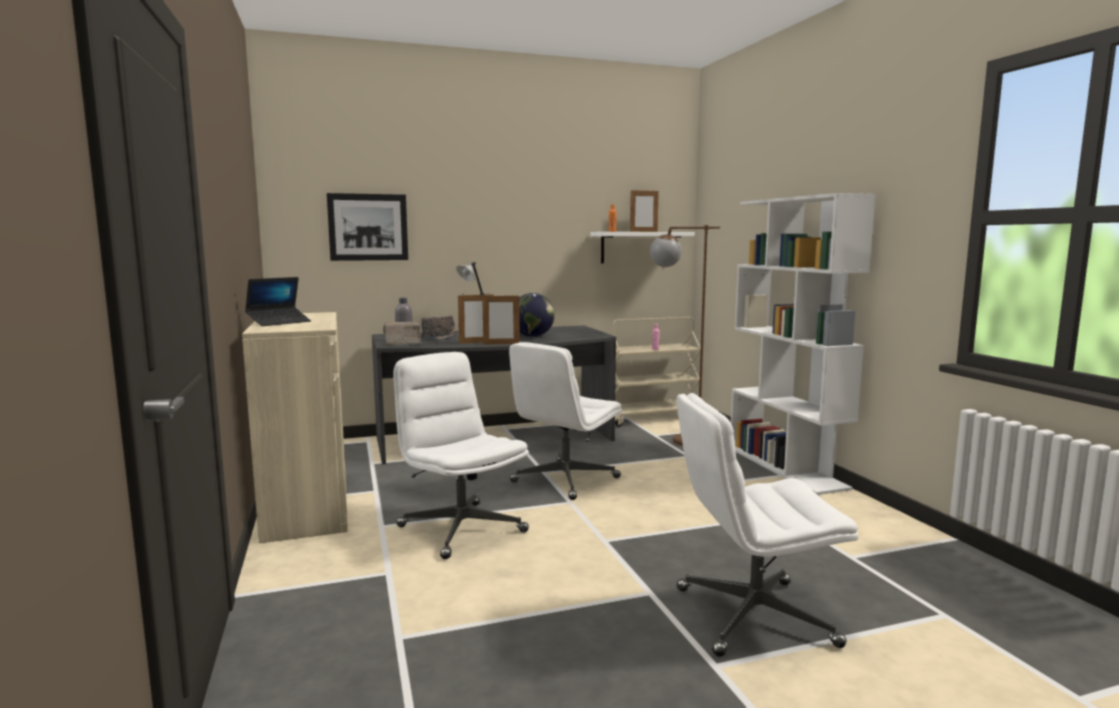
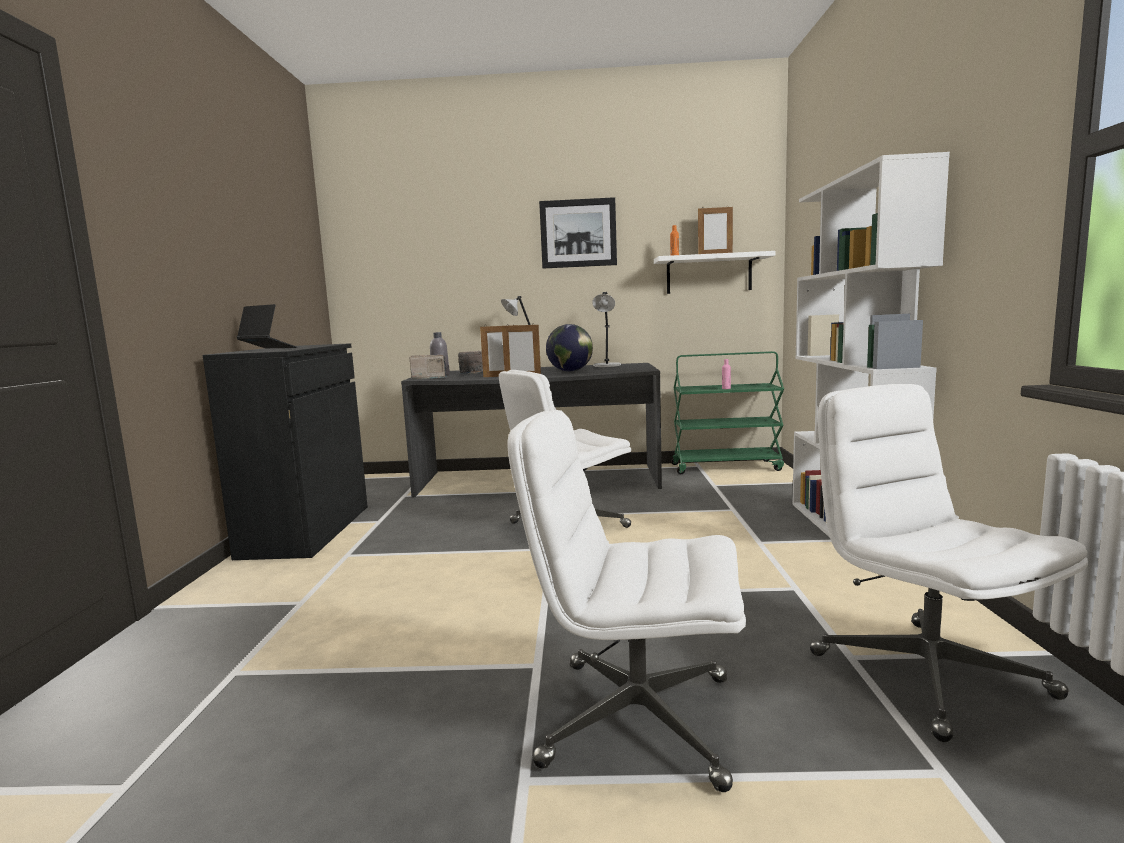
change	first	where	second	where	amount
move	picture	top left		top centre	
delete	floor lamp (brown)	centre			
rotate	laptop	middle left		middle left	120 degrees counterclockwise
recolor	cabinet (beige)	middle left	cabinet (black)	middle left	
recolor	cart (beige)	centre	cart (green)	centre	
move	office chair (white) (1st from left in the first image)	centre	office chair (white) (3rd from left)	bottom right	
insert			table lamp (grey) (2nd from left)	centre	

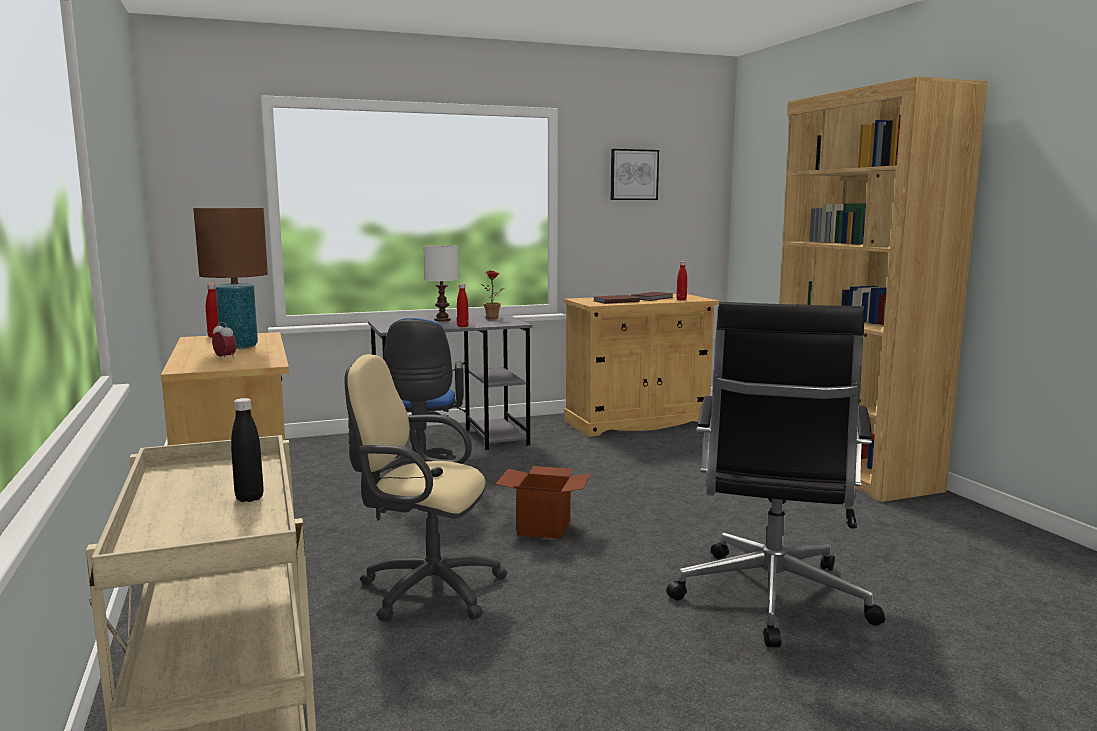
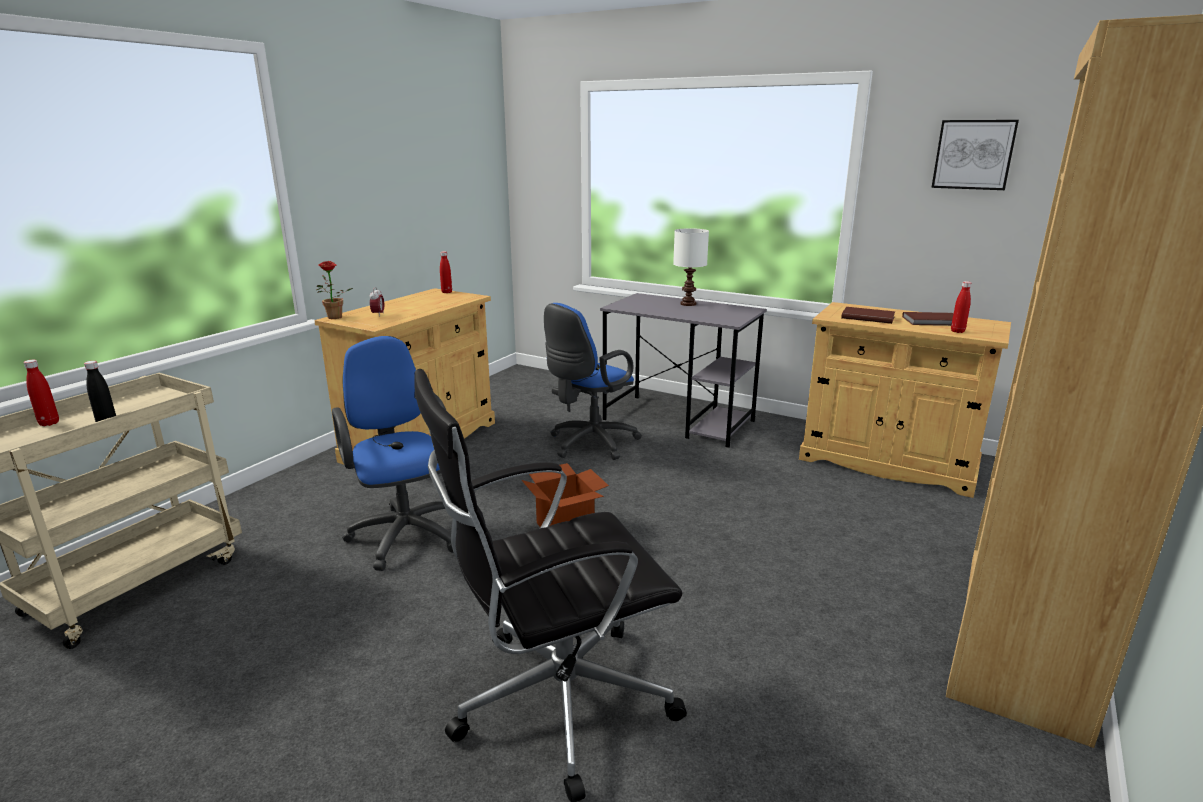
change	first	where	second	where	amount
delete	table lamp (brown)	middle left			
move	potted plant	centre		middle left	
move	bottle (red) (2nd from left in the first image)	centre	bottle (red) (1st from left)	middle left	
recolor	office chair (beige)	bottom centre	office chair (blue) (1st from left)	middle left	

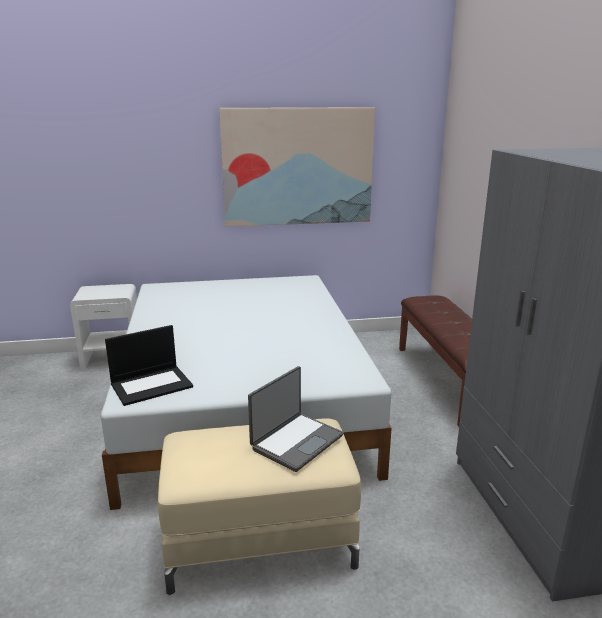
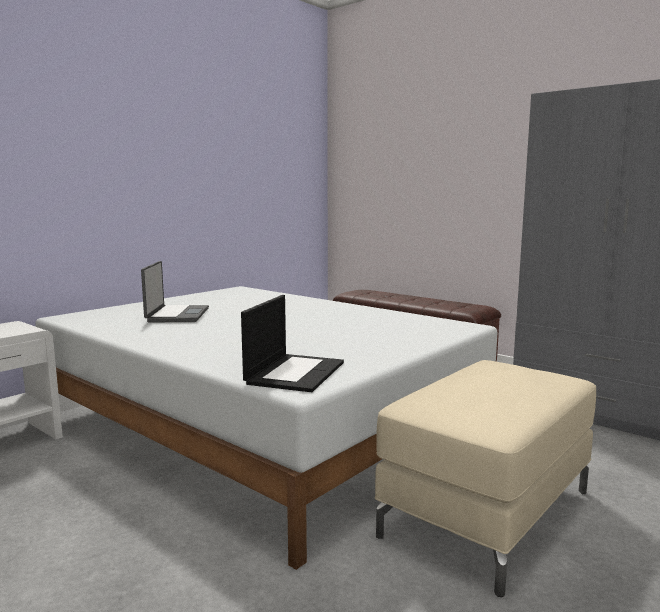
change	first	where	second	where	amount
delete	picture	top centre			
move	laptop (2nd from left in the first image)	bottom centre	laptop (1st from left)	middle left	

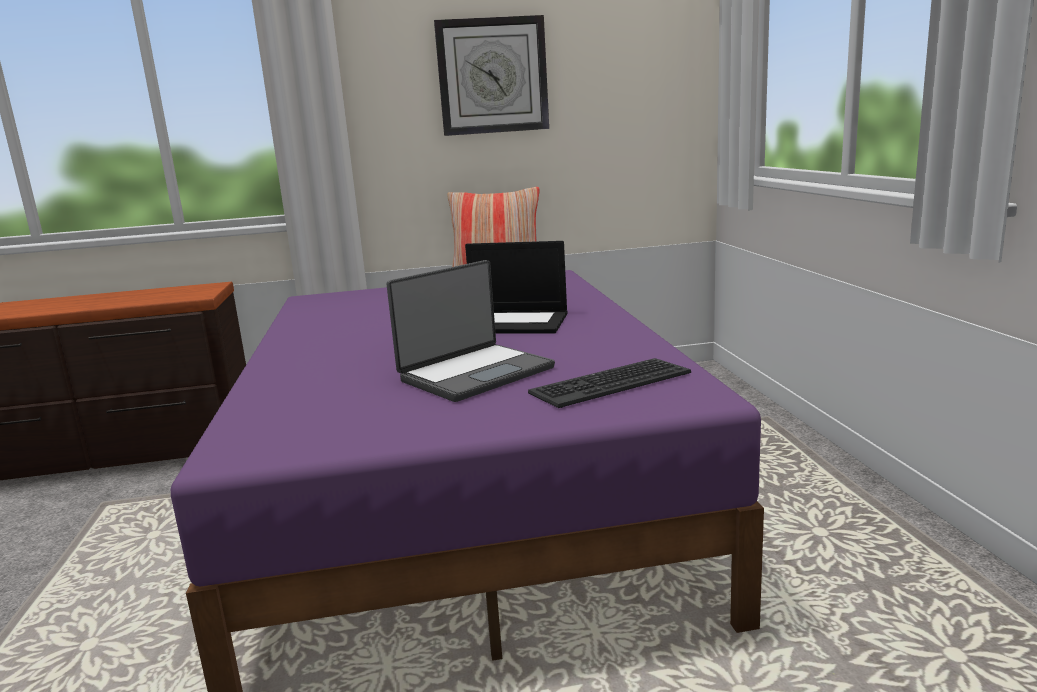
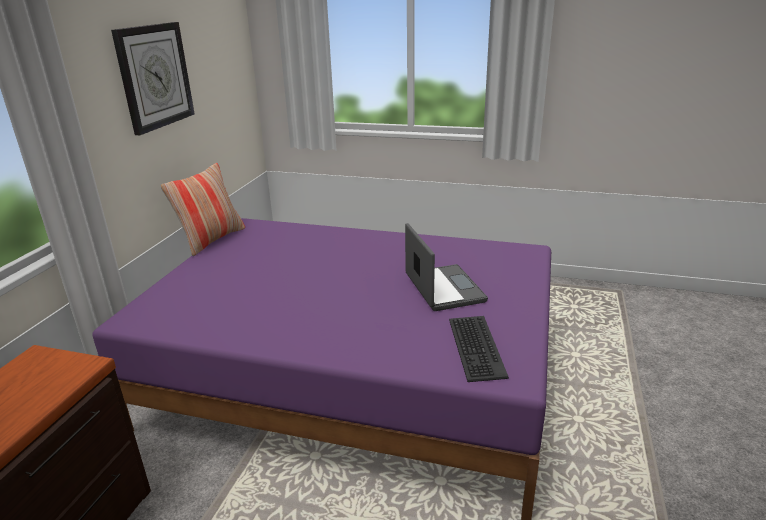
change	first	where	second	where	amount
delete	laptop (2nd from left)	centre			
move	keyboard	centre		bottom centre	

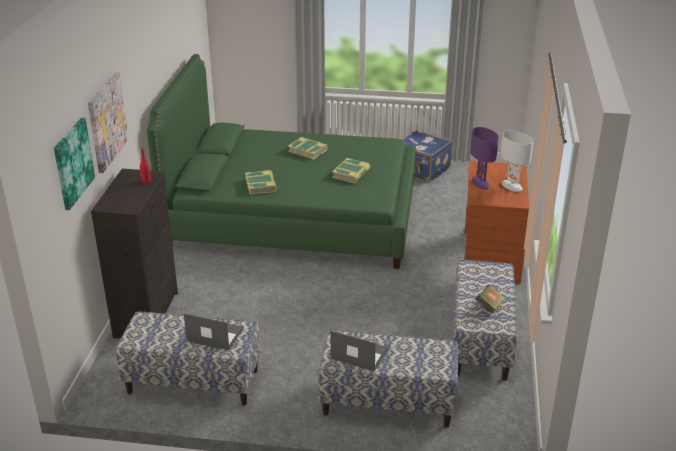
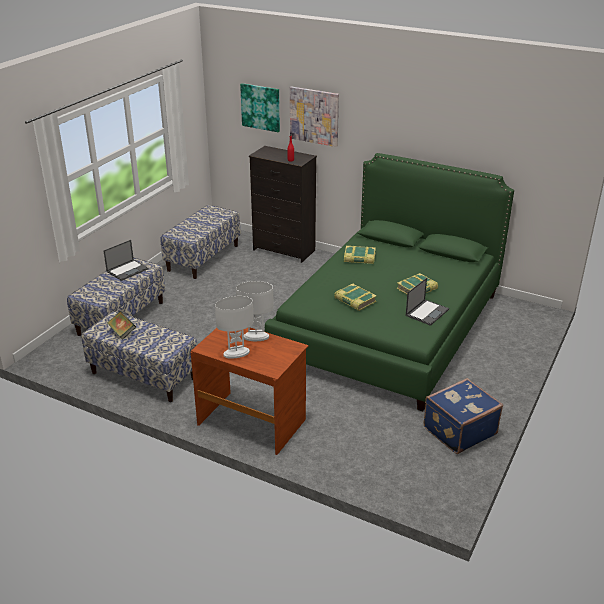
change	first	where	second	where	amount
recolor	table lamp (purple)	middle right	table lamp (white) (2nd from left)	centre	
move	laptop (1st from left in the first image)	bottom left	laptop (2nd from left)	middle right	

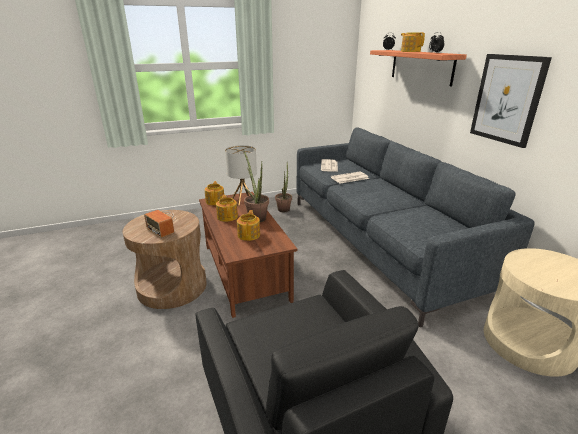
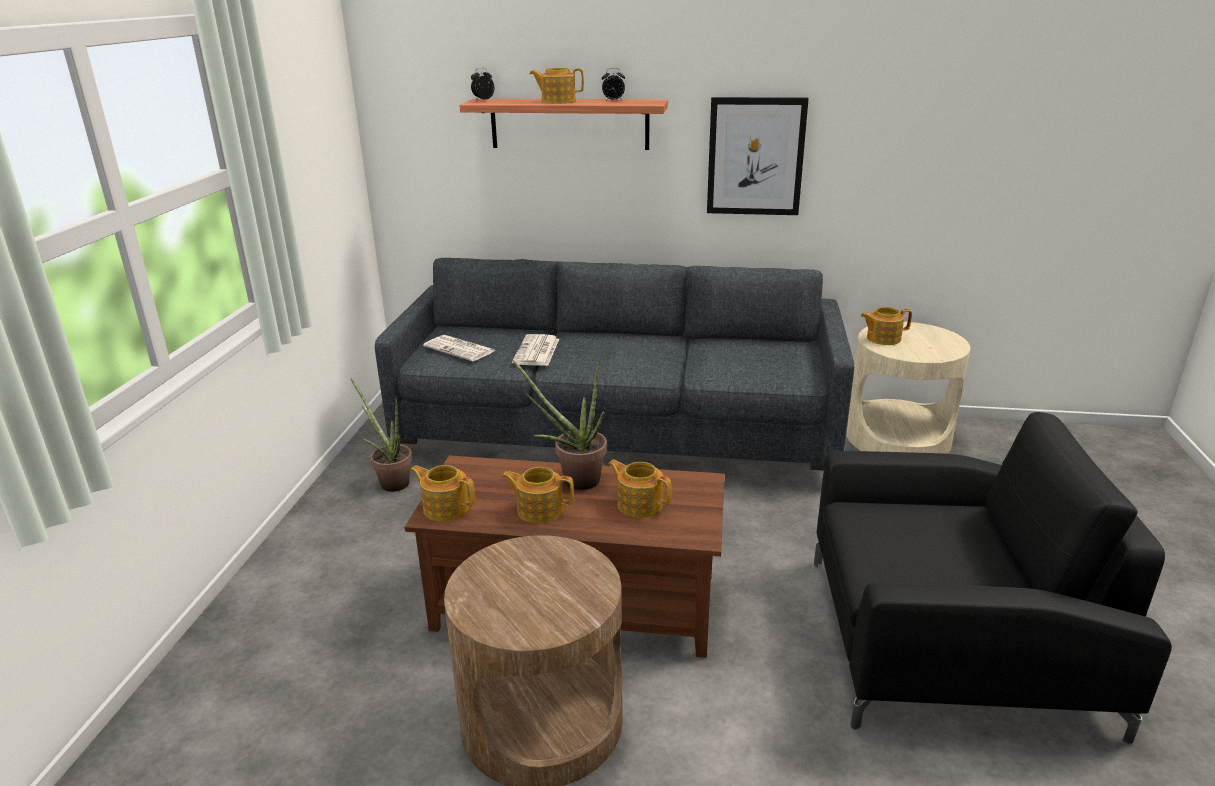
change	first	where	second	where	amount
delete	table lamp	centre			
delete	radio	middle left			
insert			teapot (5th from left)	middle right	

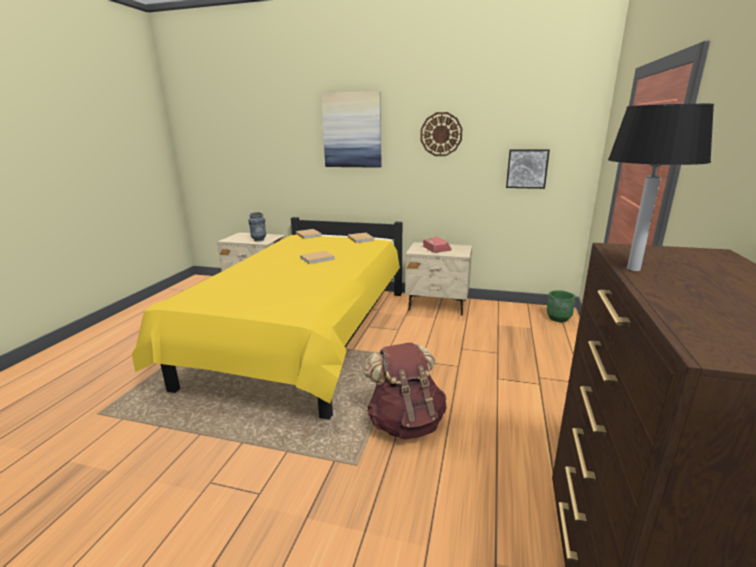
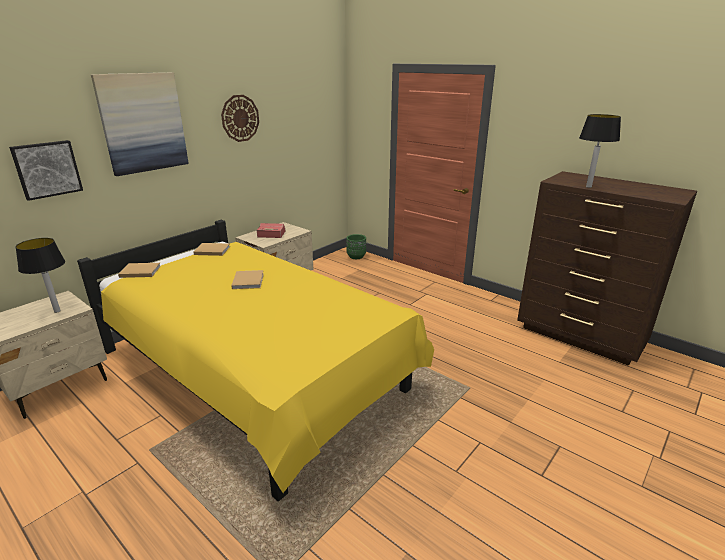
change	first	where	second	where	amount
move	picture (2nd from left in the first image)	top right	picture (1st from left)	top left	
replace	vase	centre	table lamp (1st from left)	middle left	
delete	backpack (brown)	bottom centre			

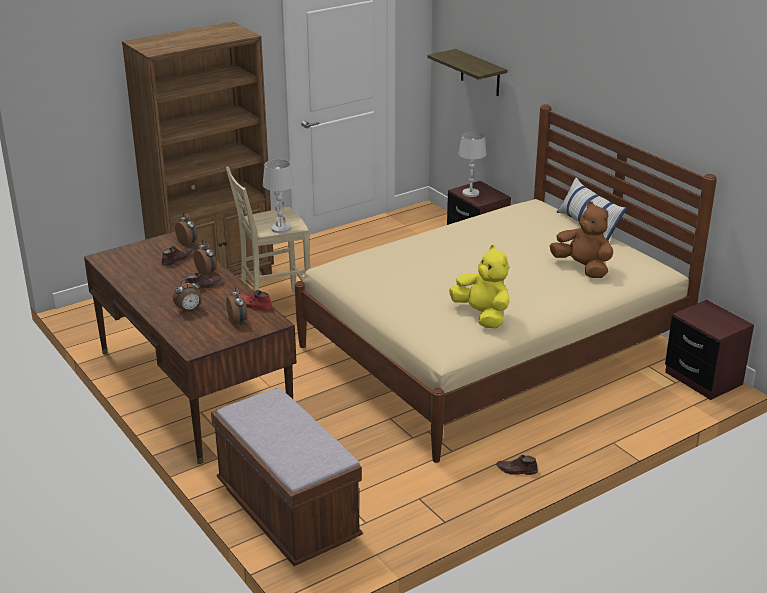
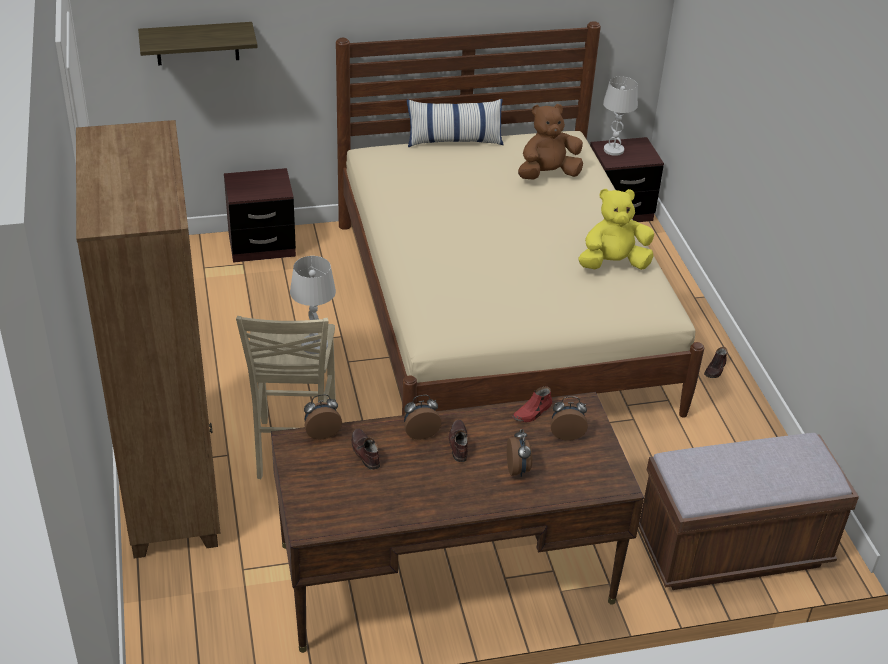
change	first	where	second	where	amount
move	table lamp (white) (2nd from left)	top centre		top right	

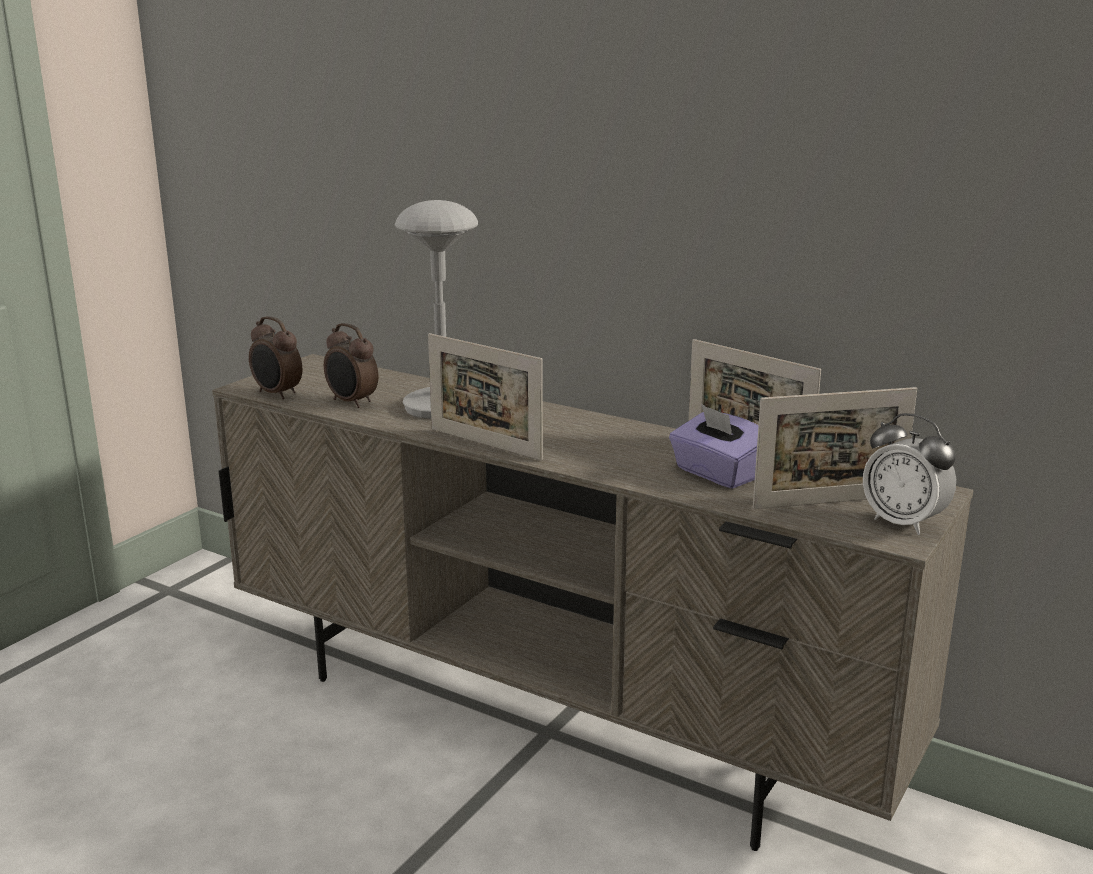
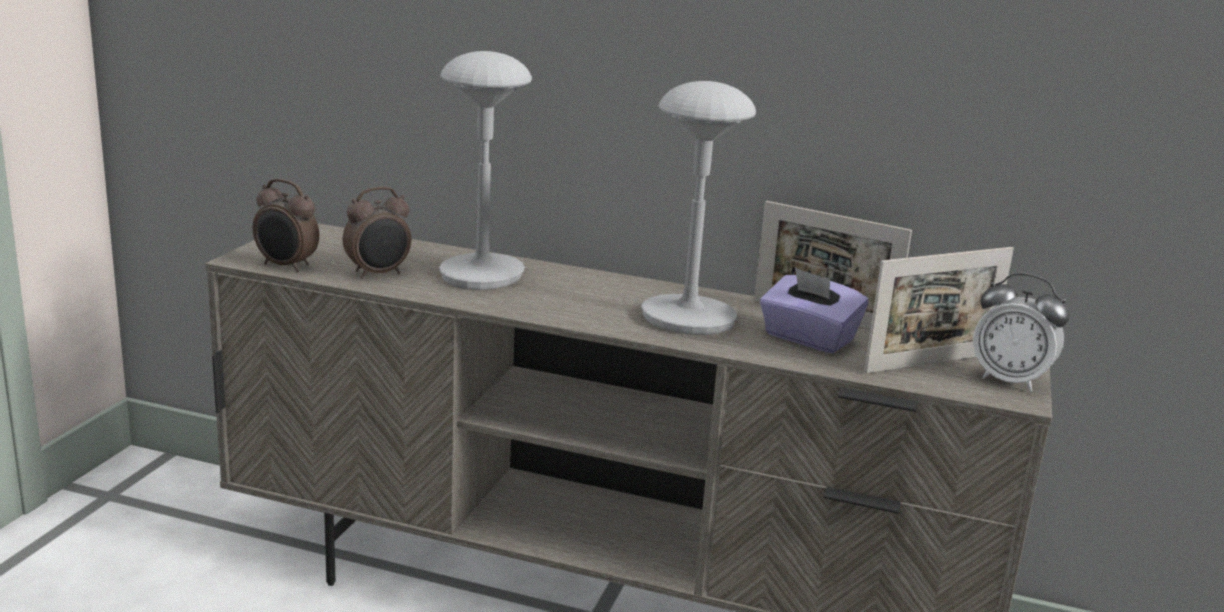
change	first	where	second	where	amount
rotate	alarm clock (2nd from left)	middle left		middle left	60 degrees counterclockwise
delete	picture frame (1st from left)	centre			
insert			table lamp (grey) (2nd from left)	centre	

